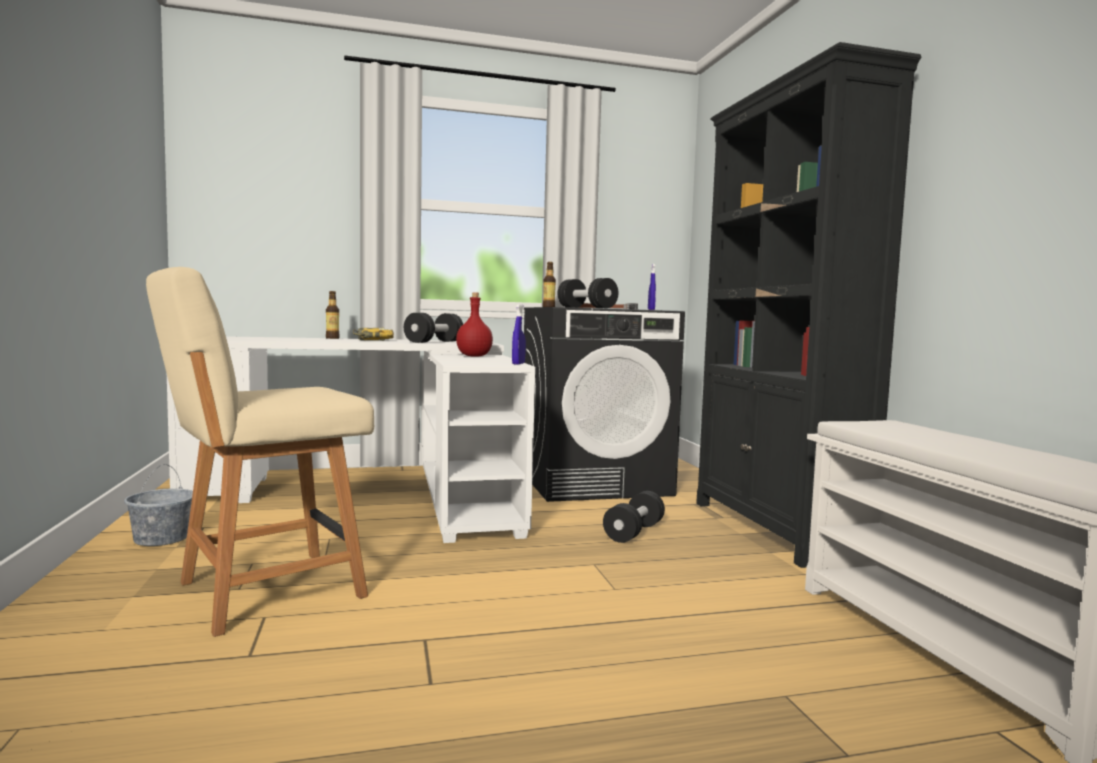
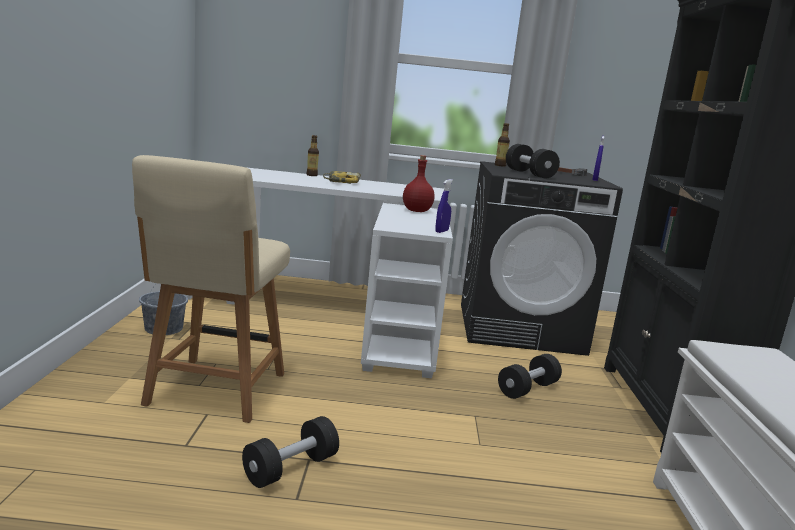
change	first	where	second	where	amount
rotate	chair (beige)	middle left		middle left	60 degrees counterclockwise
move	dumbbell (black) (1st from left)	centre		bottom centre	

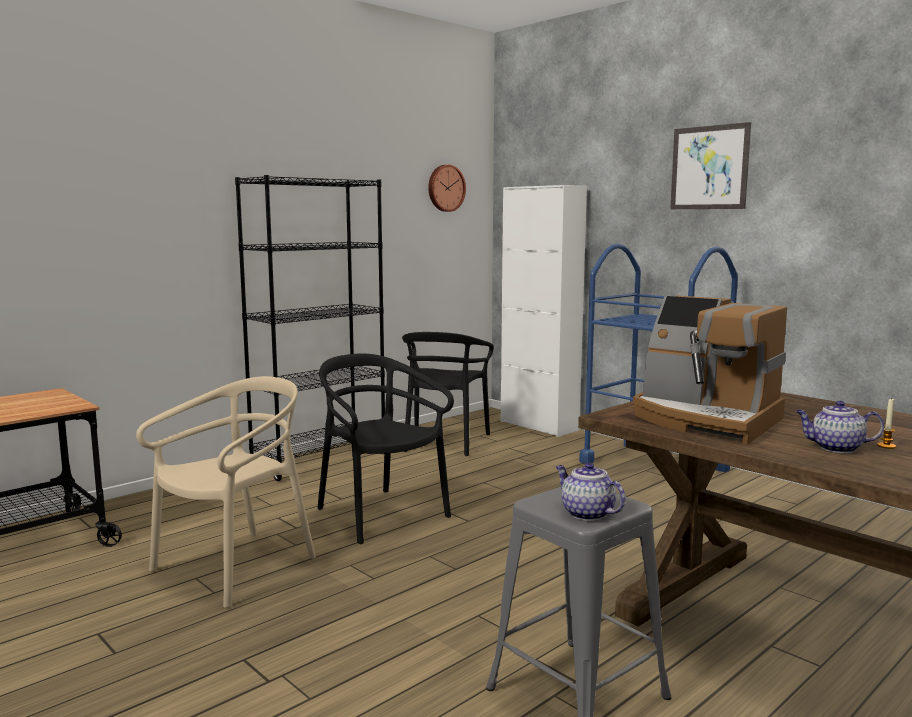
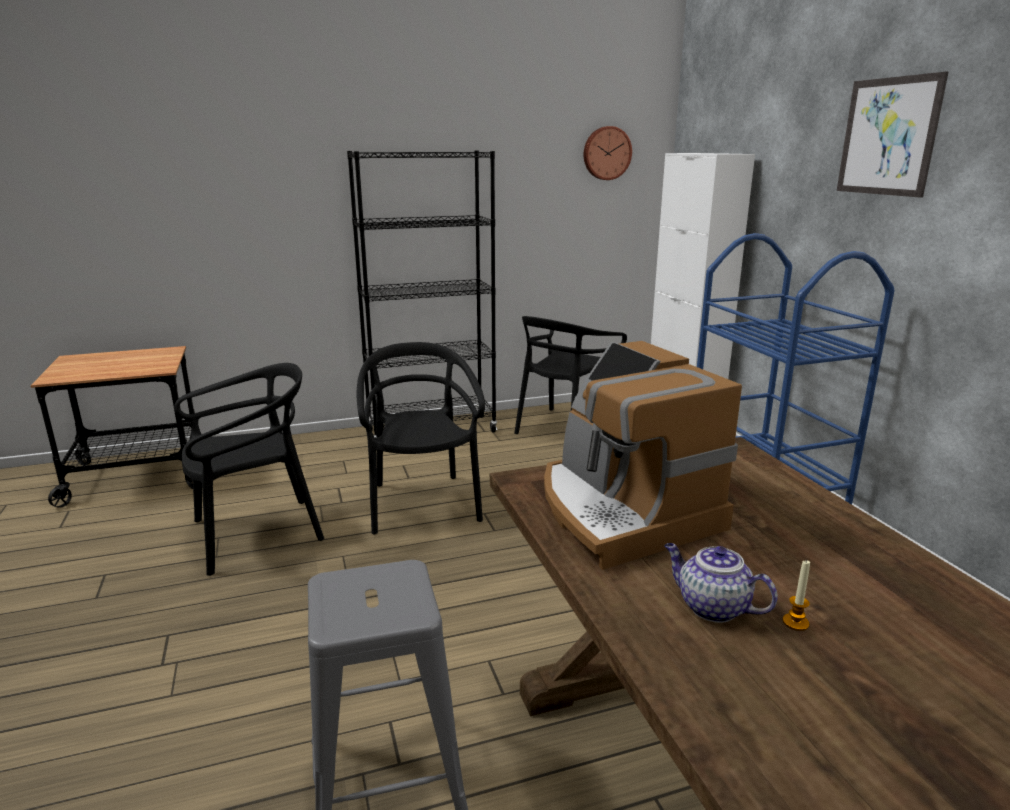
change	first	where	second	where	amount
recolor	chair (beige)	bottom left	chair (black) (1st from left)	middle left	
delete	teapot (1st from left)	bottom centre			

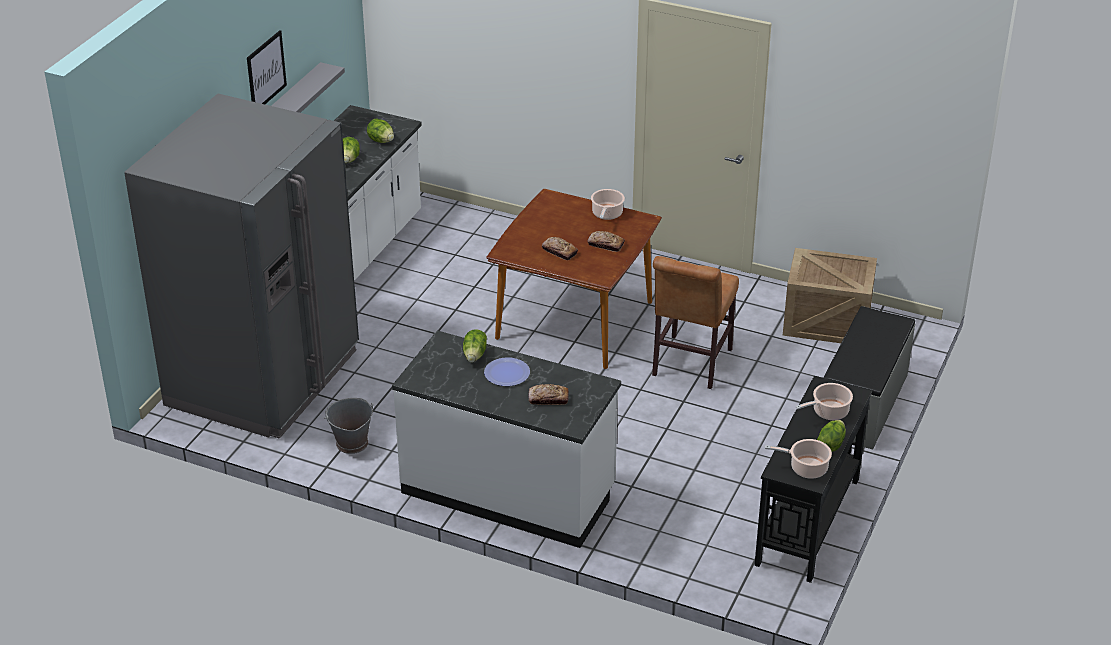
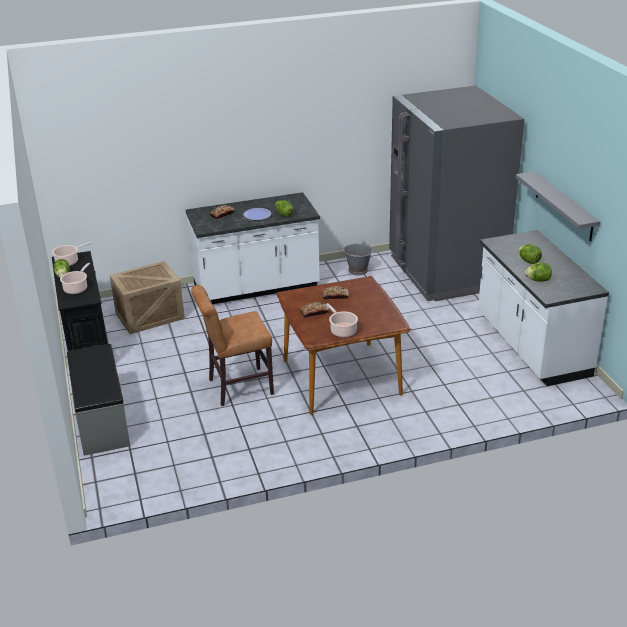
change	first	where	second	where	amount
delete	picture	top left			
move	crate	middle right		middle left	
rotate	chair (brown)	centre		centre	90 degrees counterclockwise

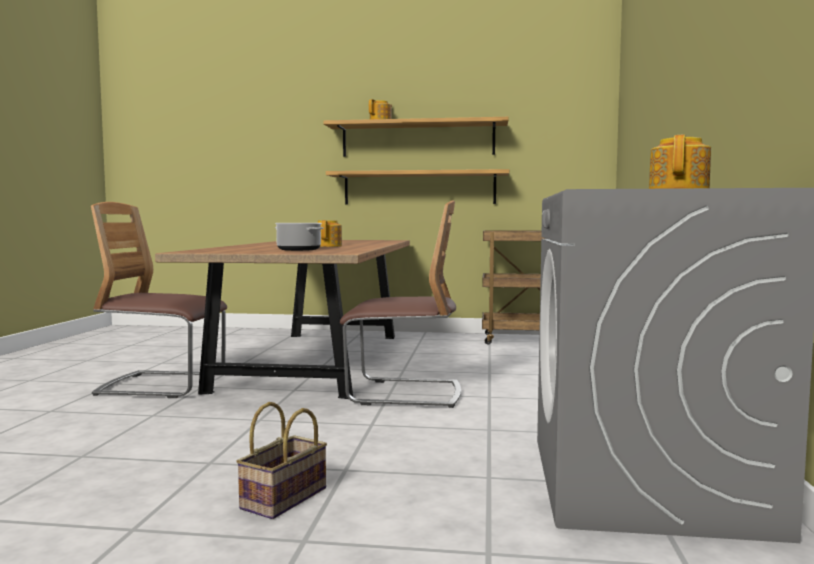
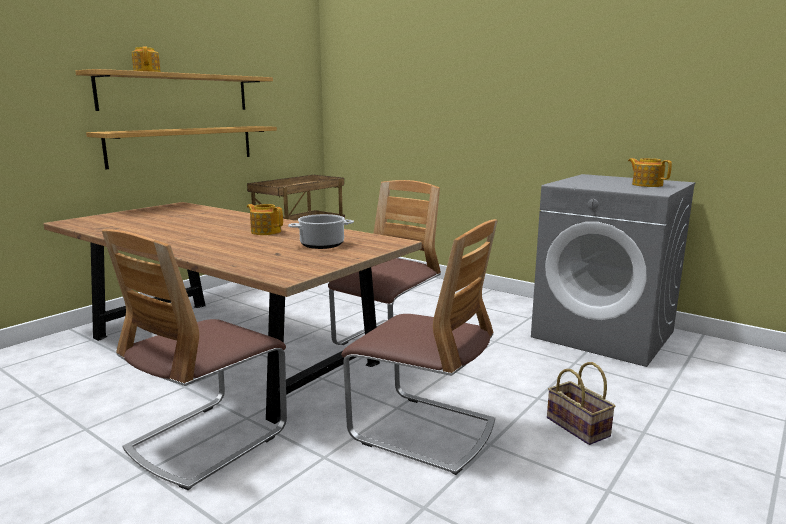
change	first	where	second	where	amount
insert			chair (3rd from left)	centre	

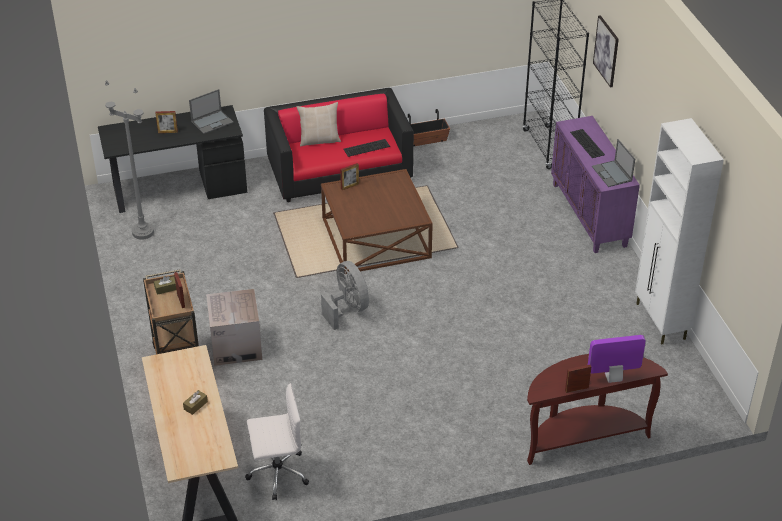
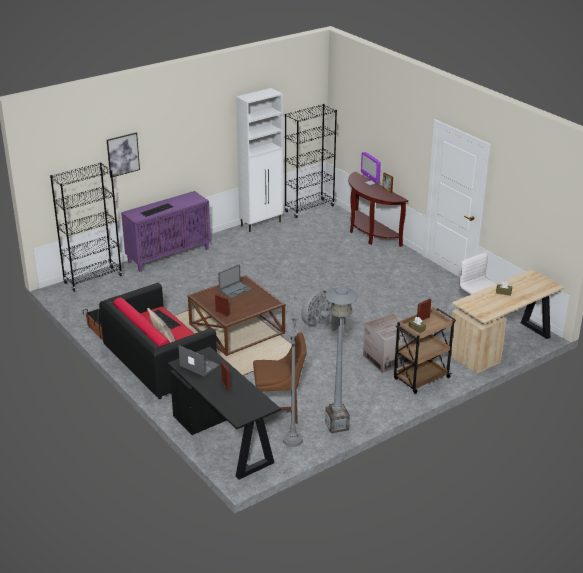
change	first	where	second	where	amount
move	laptop (2nd from left)	top right		centre	
insert			bookcase (black) (2nd from left)	top centre	
insert			floor lamp (grey) (2nd from left)	centre	
insert			chair (brown)	centre	

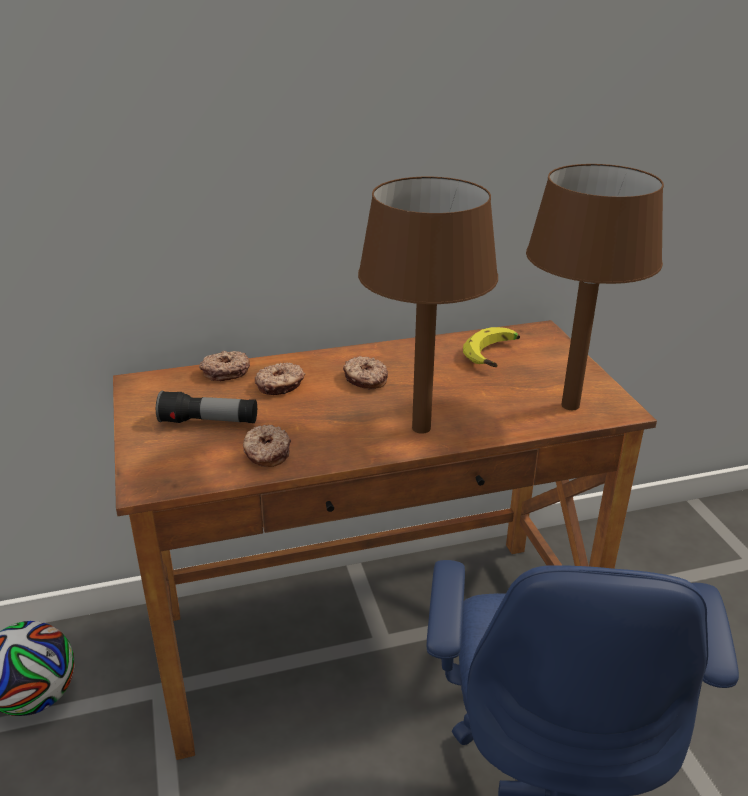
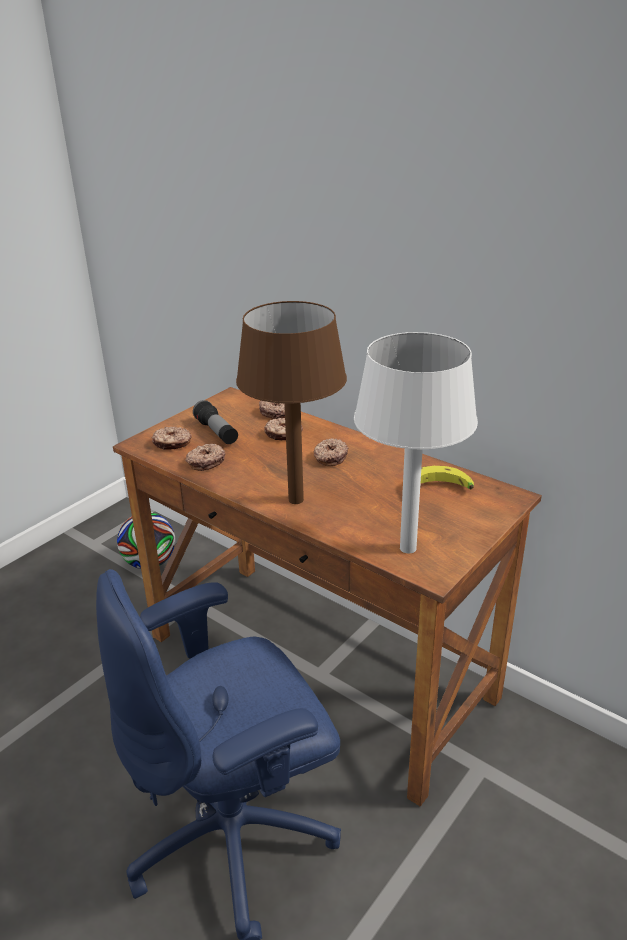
change	first	where	second	where	amount
recolor	table lamp (brown) (2nd from left)	middle right	table lamp (white)	centre	
insert			donut (1st from left)	middle left	

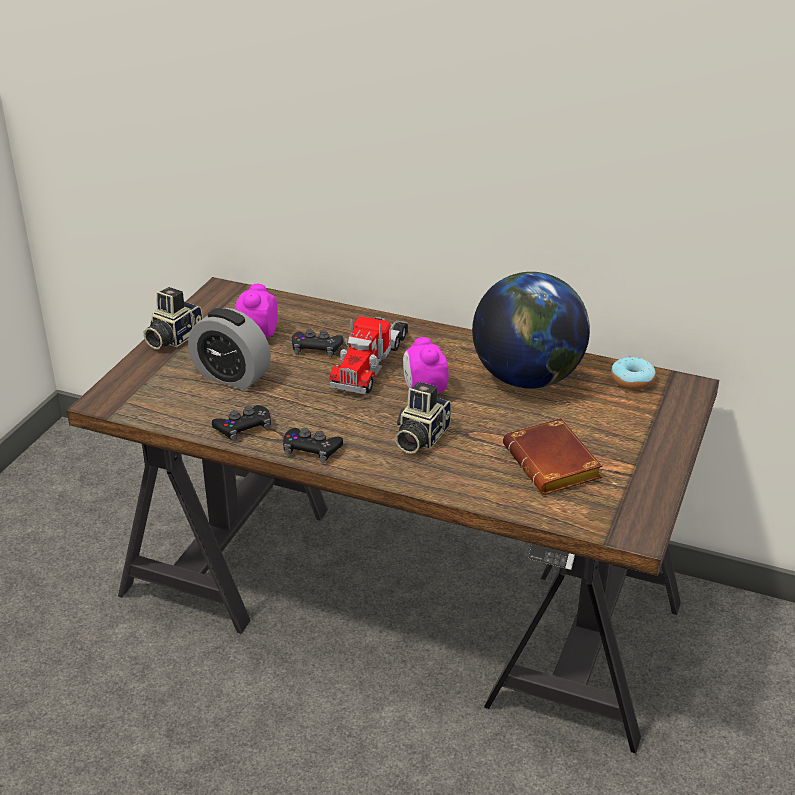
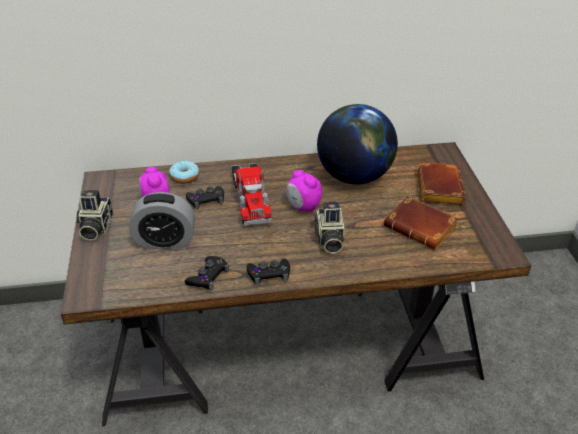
change	first	where	second	where	amount
move	donut	middle right		middle left	
insert			book (brown) (2nd from left)	middle right	

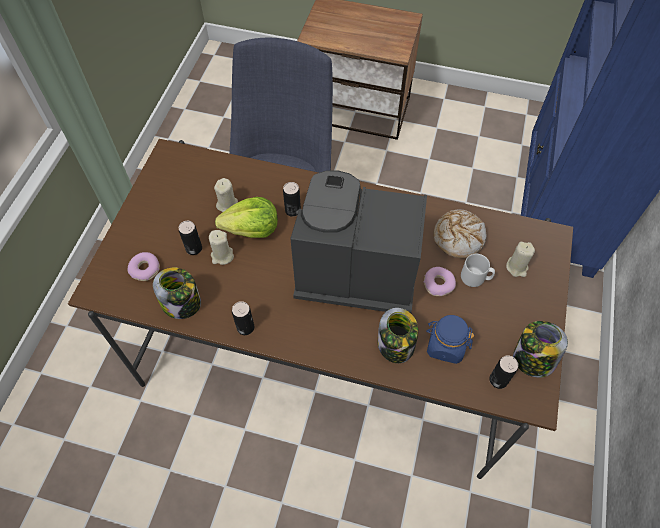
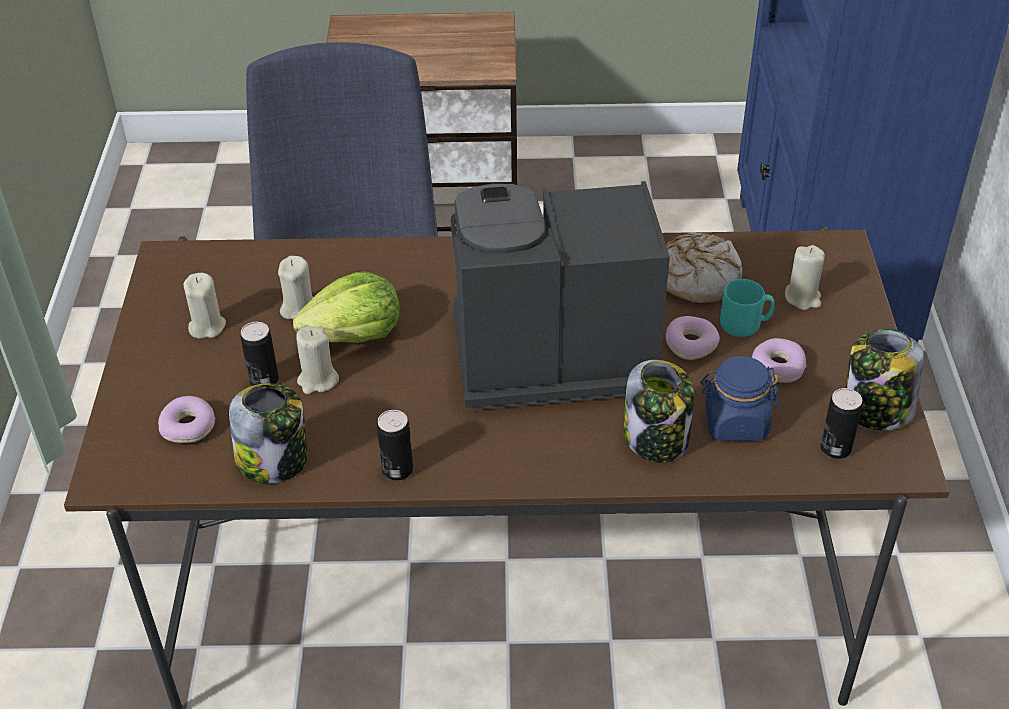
change	first	where	second	where	amount
delete	can (3rd from left)	centre			
recolor	mug (grey)	middle right	mug (turquoise)	middle right	
insert			candle (beige) (1st from left)	middle left	
insert			donut (3rd from left)	middle right	

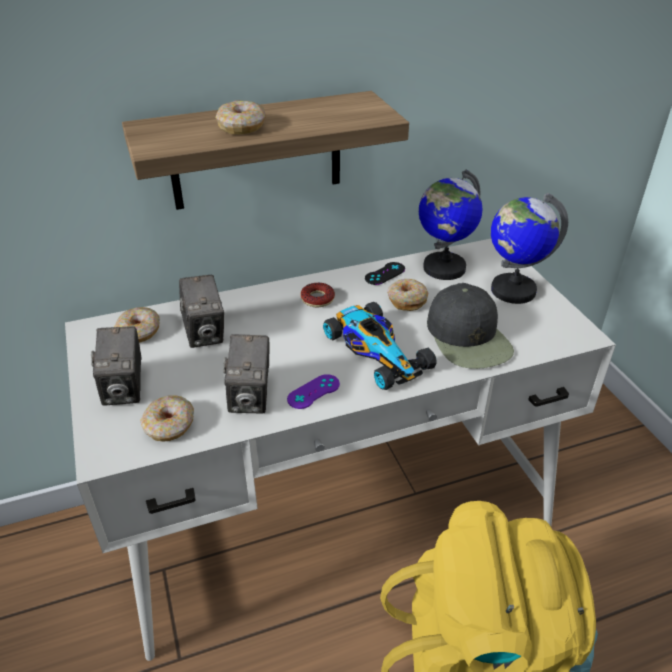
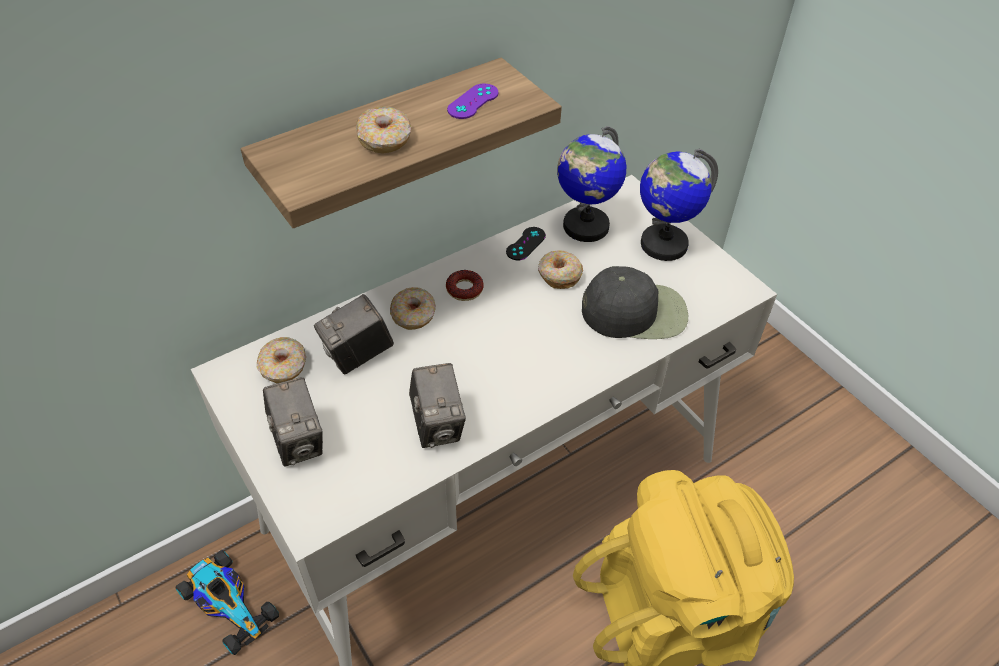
change	first	where	second	where	amount
rotate	photo camera (2nd from left)	middle left		centre	90 degrees clockwise
rotate	cap (black)	middle right		centre	60 degrees counterclockwise
move	toy car	centre		bottom left	
move	game controller (purple)	centre		top centre	
move	donut (2nd from left in the first image)	middle left	donut (3rd from left)	centre	

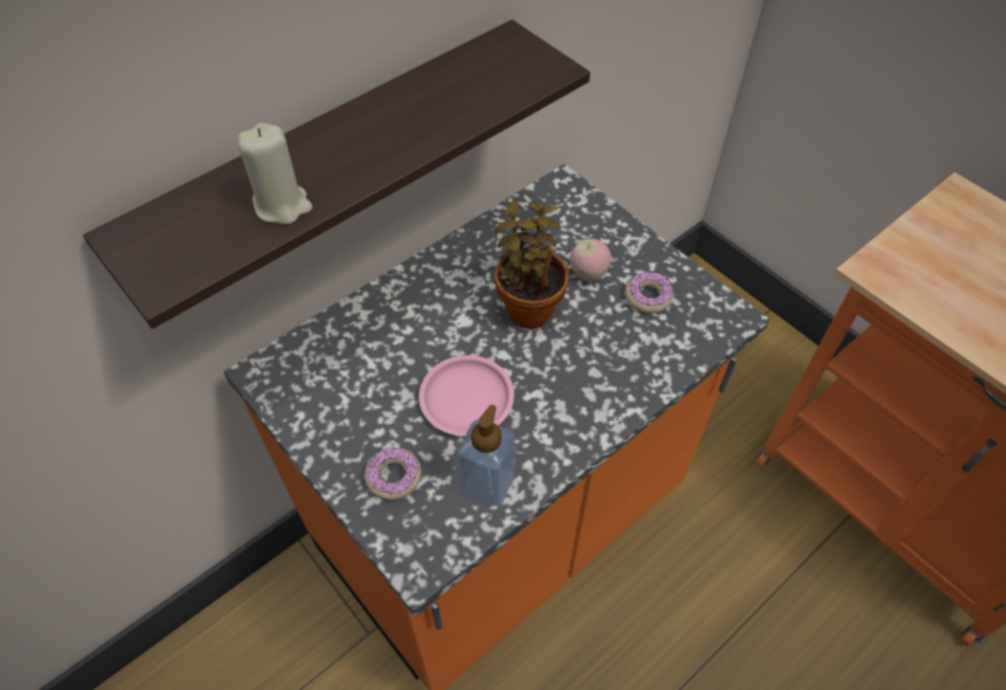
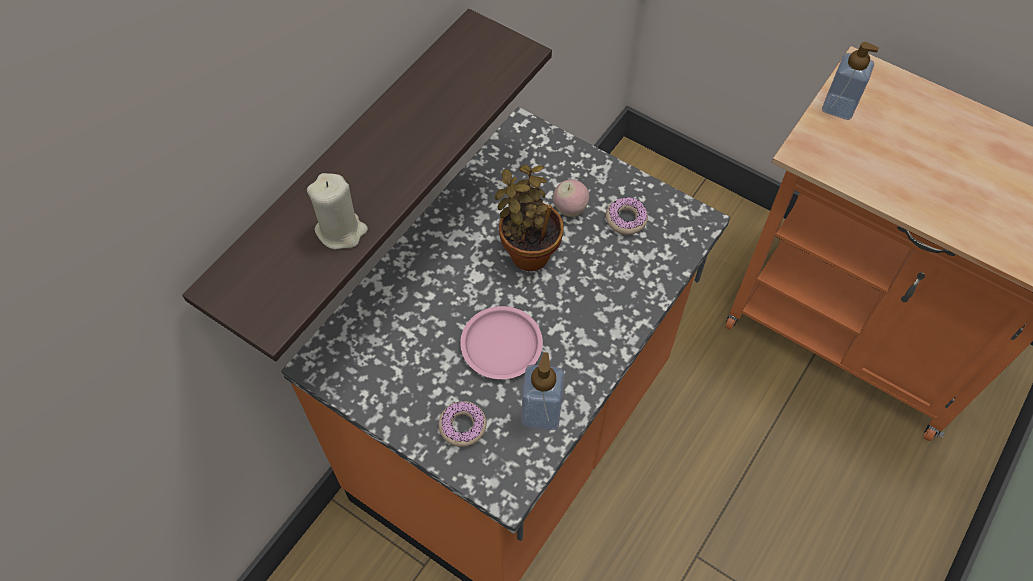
change	first	where	second	where	amount
insert			soap dispenser (2nd from left)	top right	

